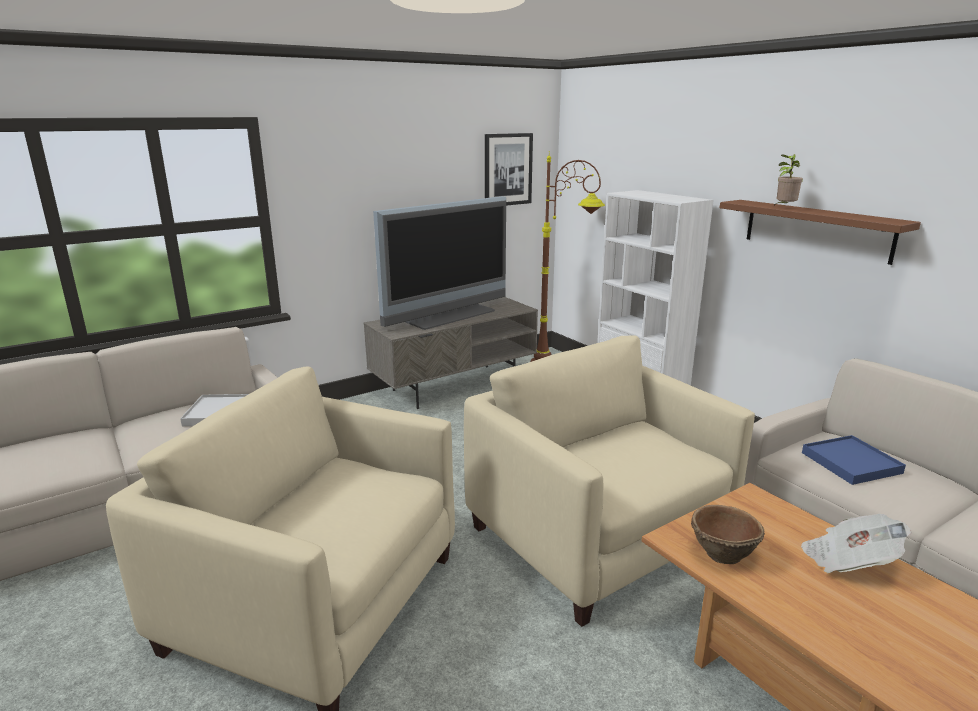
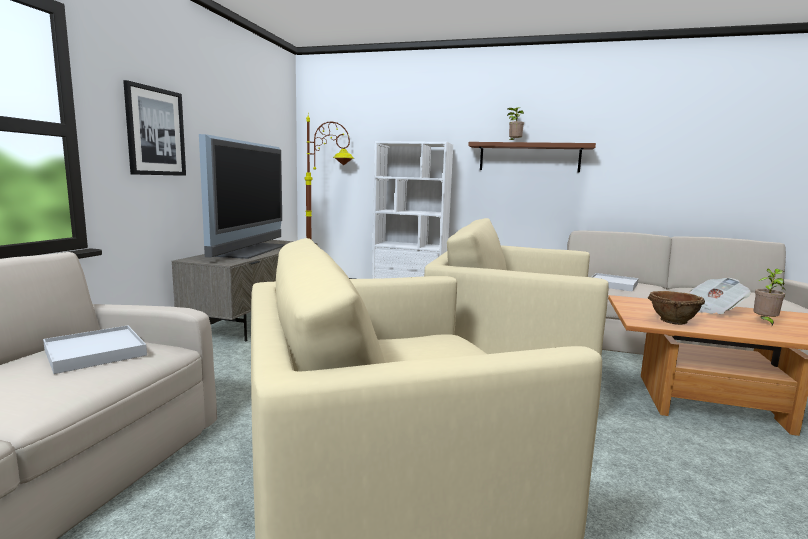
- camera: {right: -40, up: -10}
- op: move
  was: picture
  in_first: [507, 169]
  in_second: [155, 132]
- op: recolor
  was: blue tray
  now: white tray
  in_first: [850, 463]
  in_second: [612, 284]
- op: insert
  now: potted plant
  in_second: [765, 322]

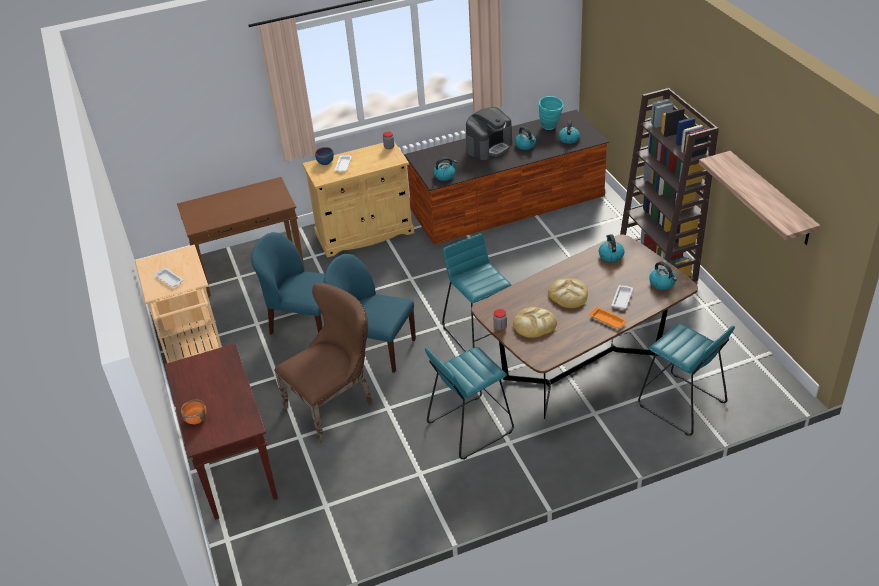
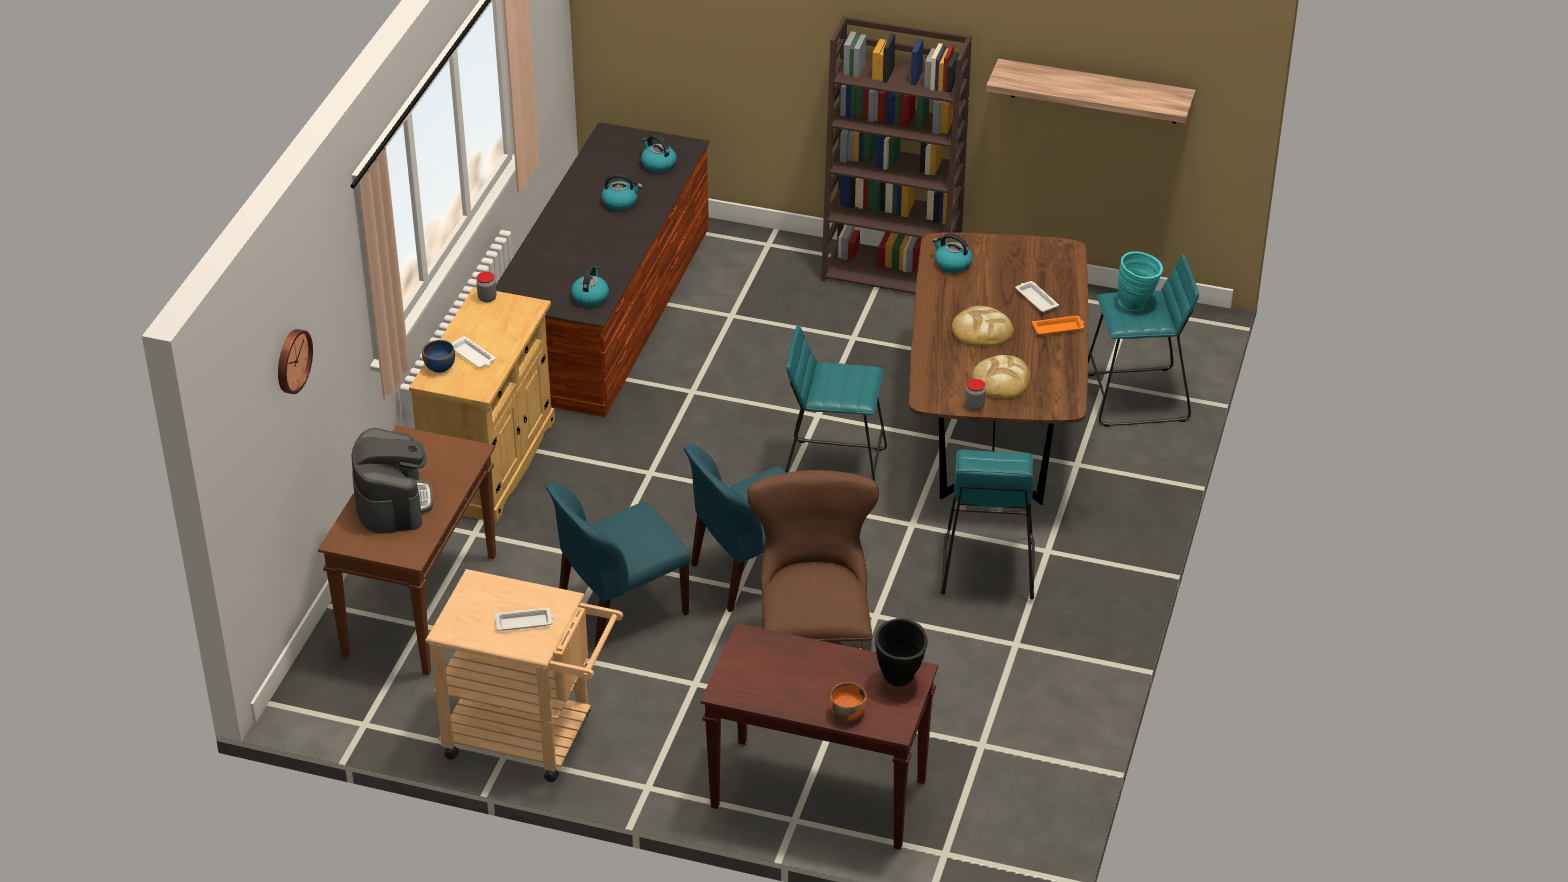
- camera: {right: -55, up: 0}
- op: move
  was: turquoise vase
  in_first: [551, 127]
  in_second: [1137, 304]
- op: move
  was: coffee machine
  in_first: [489, 146]
  in_second: [393, 502]
- op: delete
  was: kettle
  in_first: [662, 283]
- op: insert
  now: wall clock
  in_second: [291, 360]
- op: insert
  now: black vase
  in_second: [900, 681]

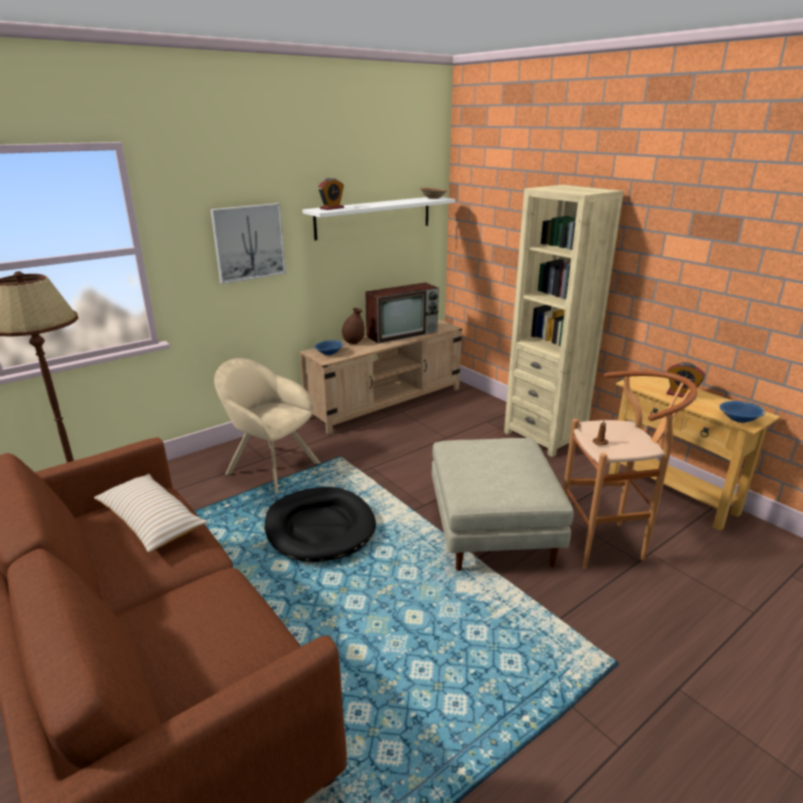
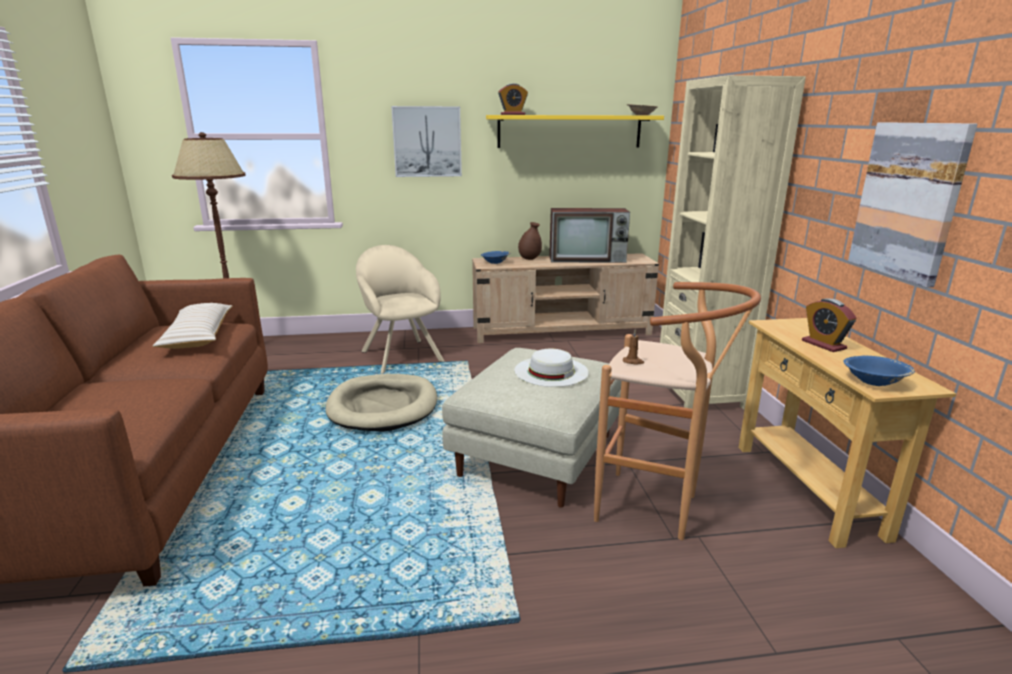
- camera: {right: 30, up: -5}
- op: recolor
  was: white shelf
  now: yellow shelf
  in_first: [374, 217]
  in_second: [569, 131]
- op: recolor
  was: black dog bed
  now: beige dog bed
  in_first: [320, 528]
  in_second: [383, 406]
- op: insert
  now: picture
  in_second: [908, 201]
- op: insert
  now: white hat
  in_second: [551, 371]

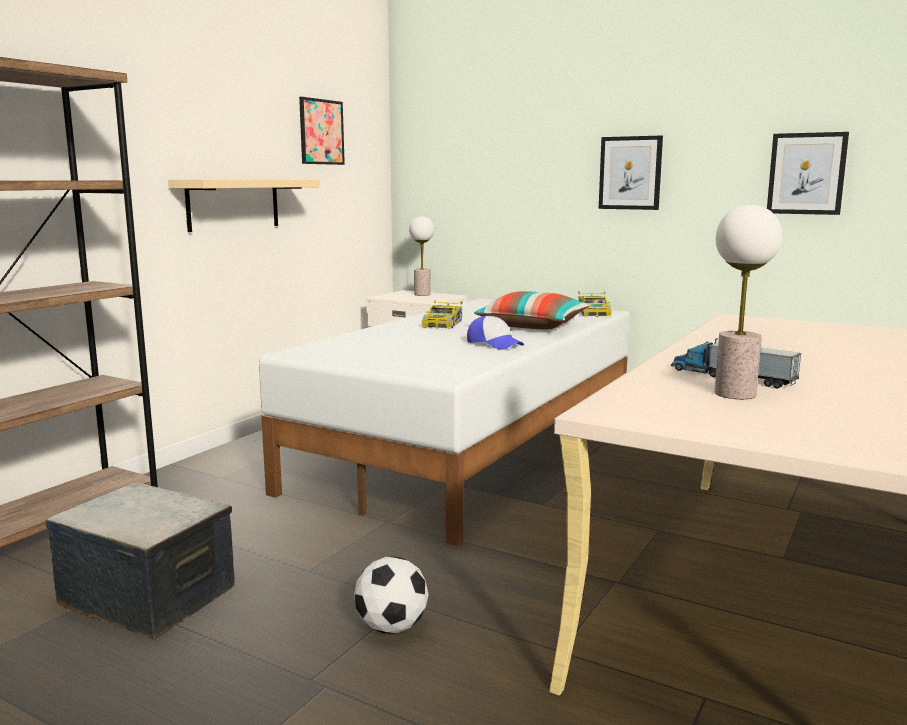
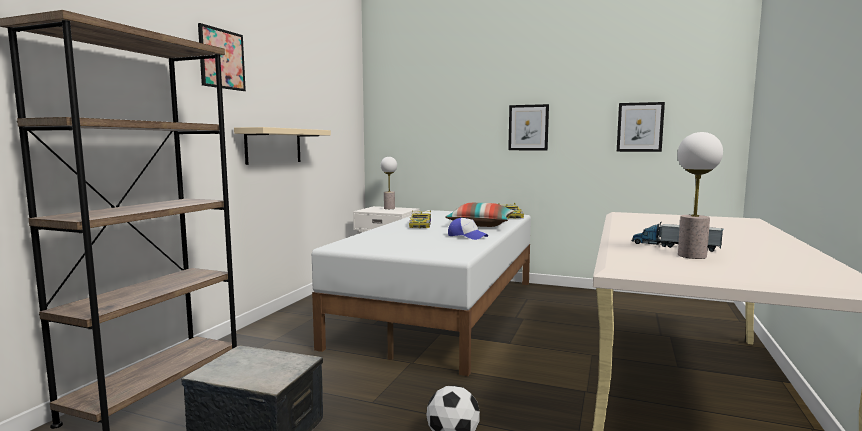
- camera: {right: -10, up: -5}
- op: move
  was: picture
  in_first: [321, 132]
  in_second: [222, 59]

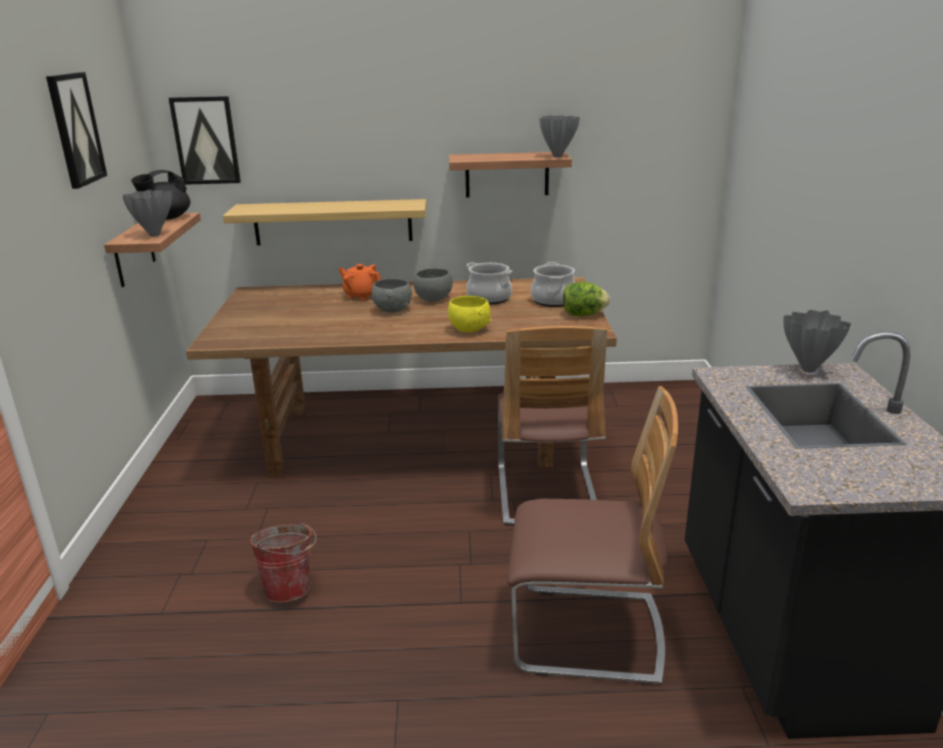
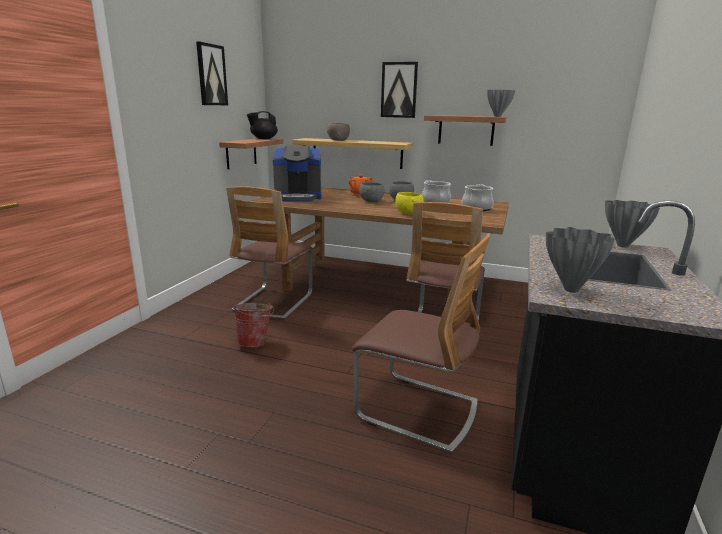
- camera: {right: 20, up: -5}
- op: move
  was: picture
  in_first: [206, 140]
  in_second: [399, 90]
- op: move
  was: grey vase
  in_first: [155, 234]
  in_second: [571, 289]
- op: delete
  was: lettuce
  in_first: [583, 315]
- op: insert
  now: grey bowl
  in_second: [338, 140]
- op: insert
  now: coffee machine
  in_second: [298, 197]
- op: insert
  now: chair
  in_second: [273, 302]

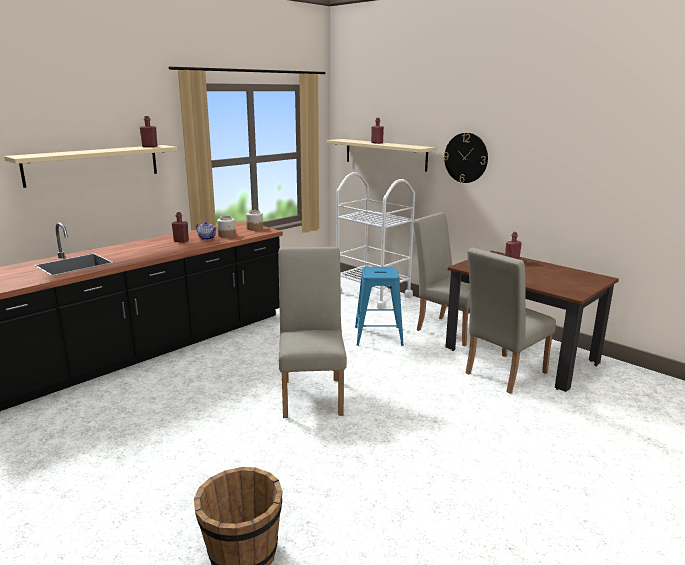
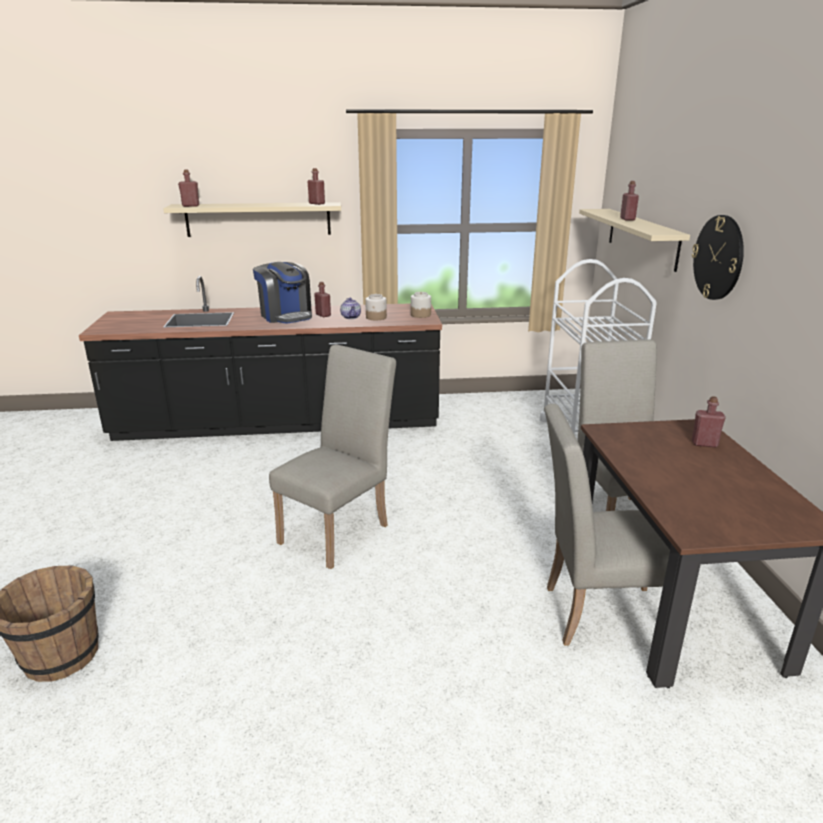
- camera: {right: 40, up: 5}
- op: delete
  was: blue stool
  in_first: [378, 336]
- op: insert
  now: red bottle
  in_second: [191, 206]
- op: insert
  now: coffee machine
  in_second: [286, 316]

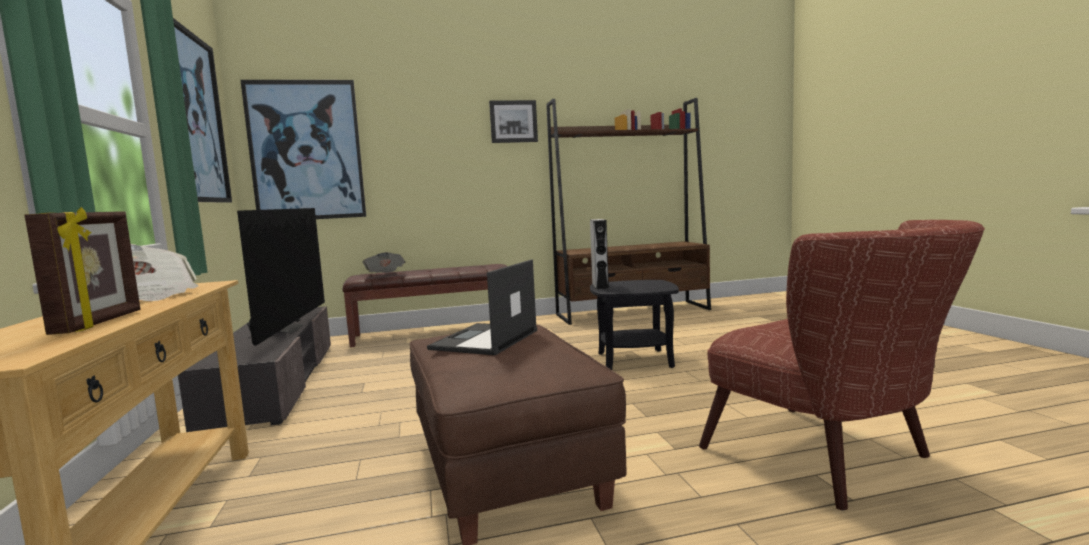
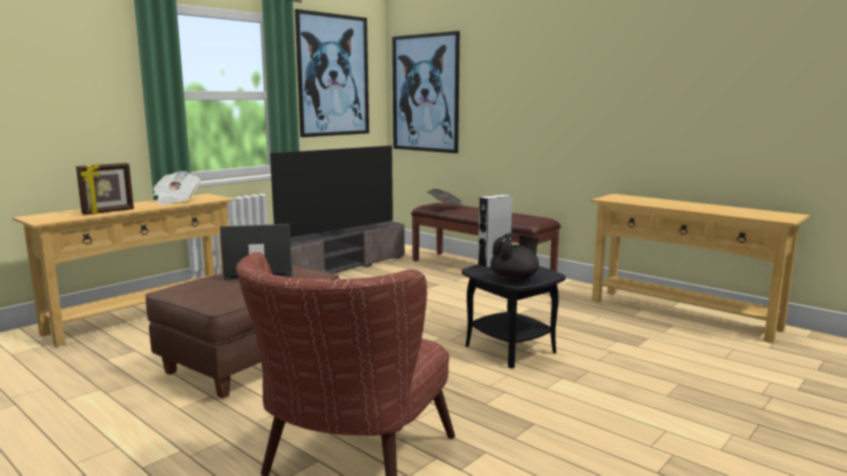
- camera: {right: 55, up: 5}
- op: replace
  was: brown bookcase
  now: beige console table
  in_first: [633, 312]
  in_second: [682, 314]
- op: delete
  was: picture
  in_first: [513, 121]
- op: insert
  now: black teapot
  in_second: [514, 279]

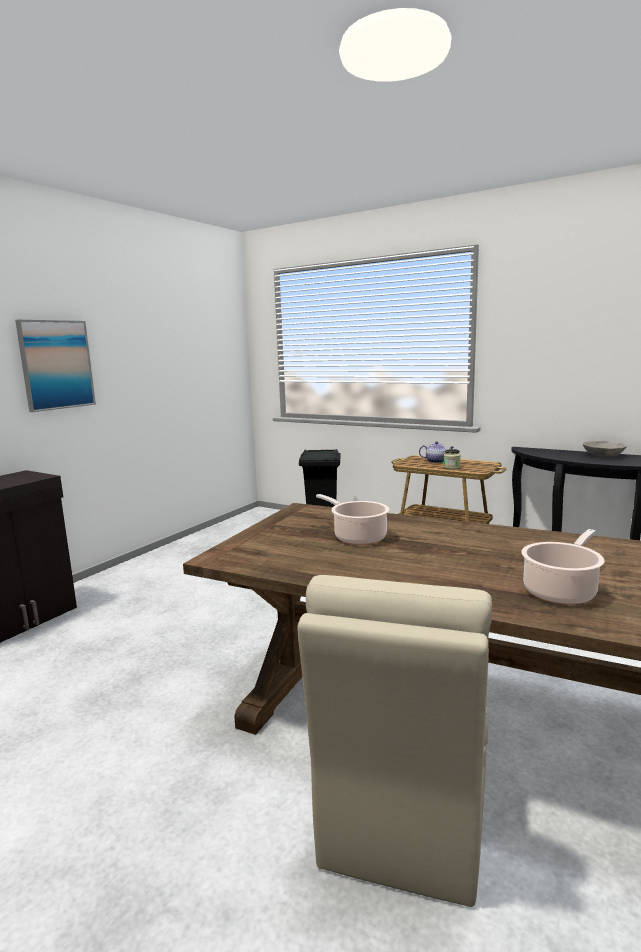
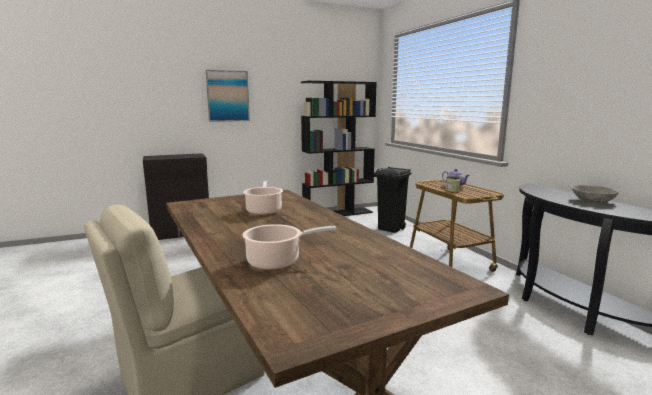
- camera: {right: 35, up: 0}
- op: insert
  now: black bookcase
  in_second: [338, 213]

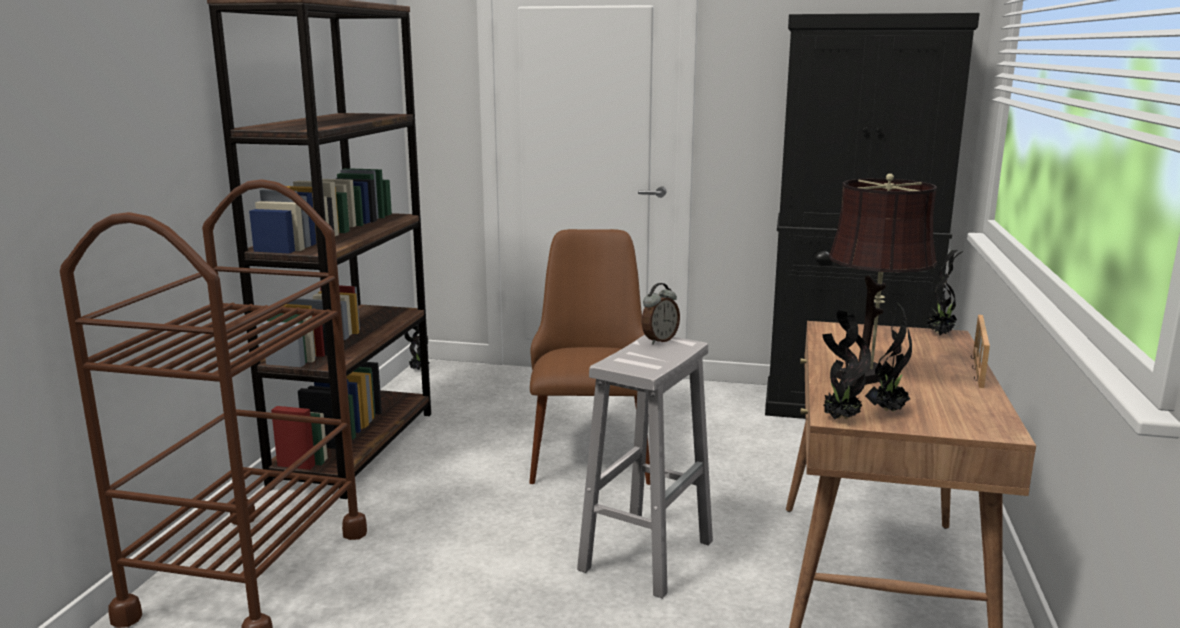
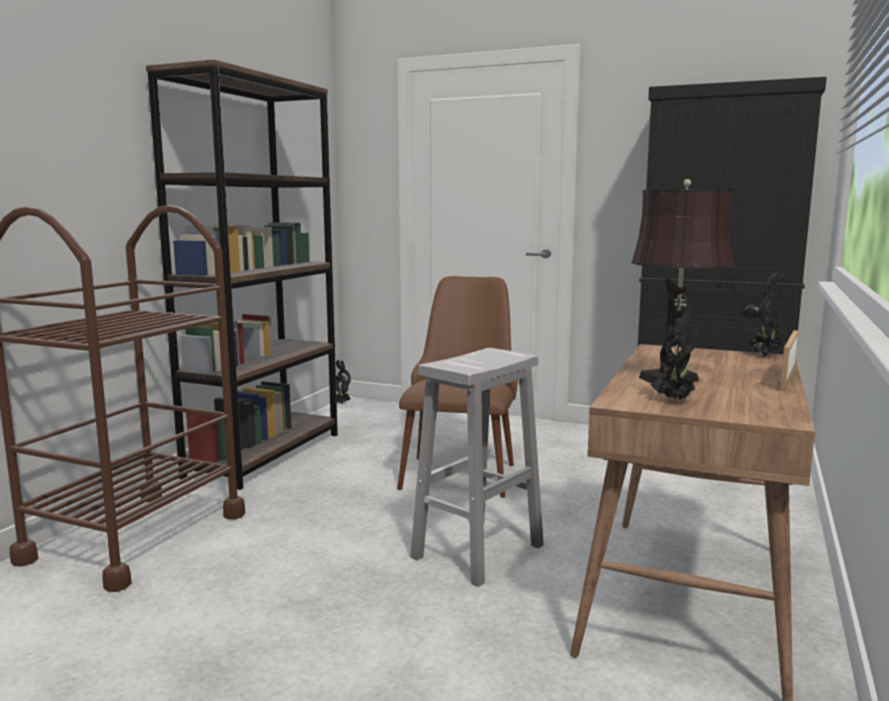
- camera: {right: 10, up: -5}
- op: delete
  was: alarm clock
  in_first: [659, 340]
- op: delete
  was: potted plant
  in_first: [839, 419]

